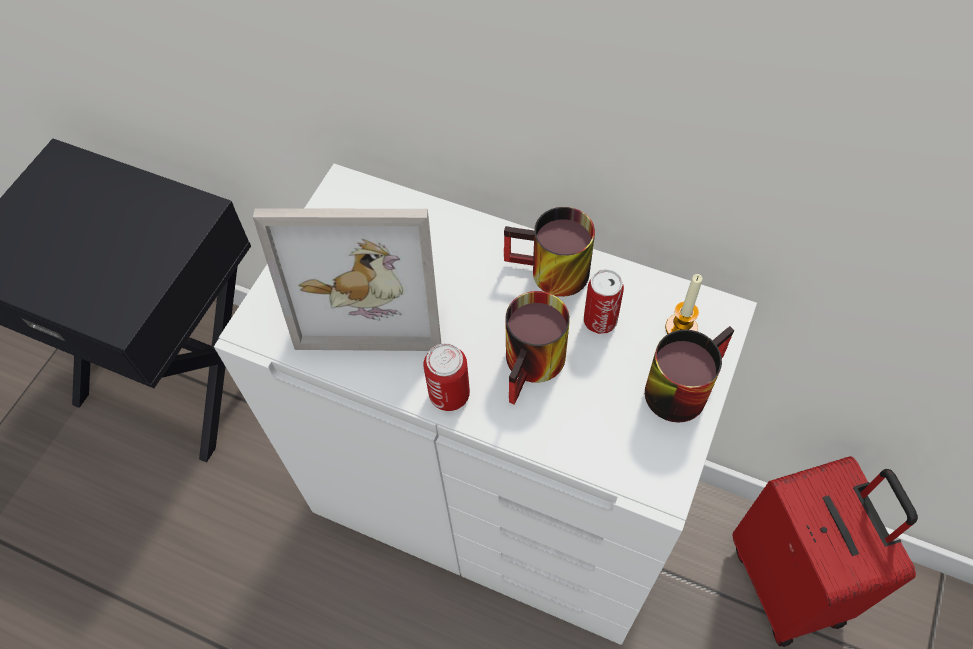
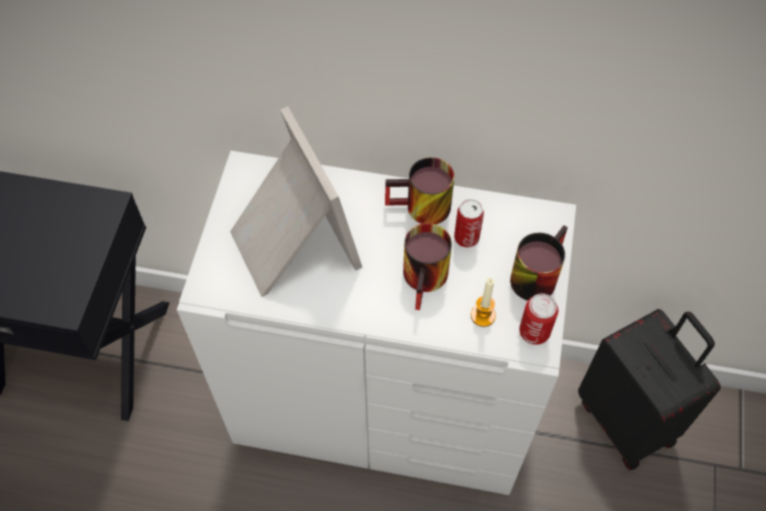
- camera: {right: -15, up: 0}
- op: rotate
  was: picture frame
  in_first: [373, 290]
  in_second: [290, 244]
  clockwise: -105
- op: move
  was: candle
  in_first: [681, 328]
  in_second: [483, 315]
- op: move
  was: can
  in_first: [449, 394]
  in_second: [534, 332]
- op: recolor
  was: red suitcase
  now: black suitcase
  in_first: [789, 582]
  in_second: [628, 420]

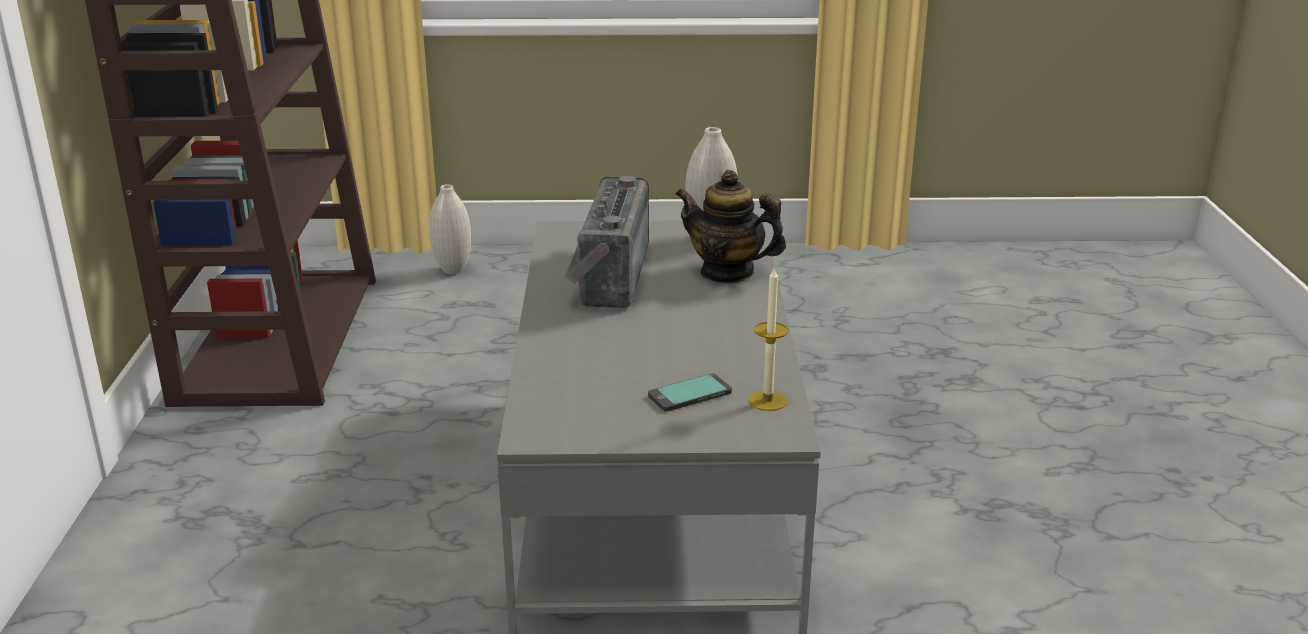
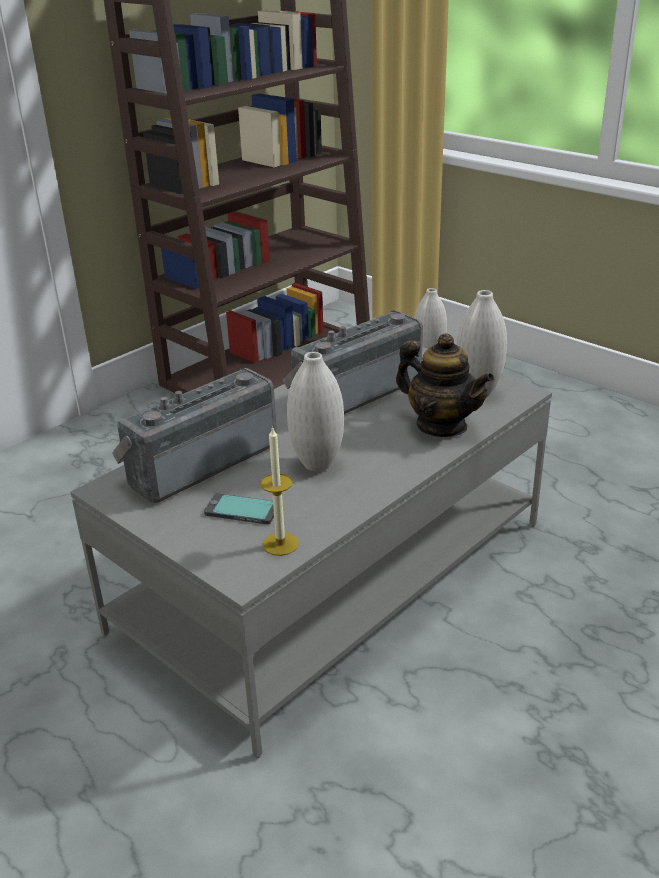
- camera: {right: 45, up: 5}
- op: rotate
  was: teapot
  in_first: [727, 272]
  in_second: [441, 426]
  clockwise: 150
- op: insert
  now: white vase
  in_second: [317, 464]
- op: insert
  now: radio
  in_second: [200, 462]

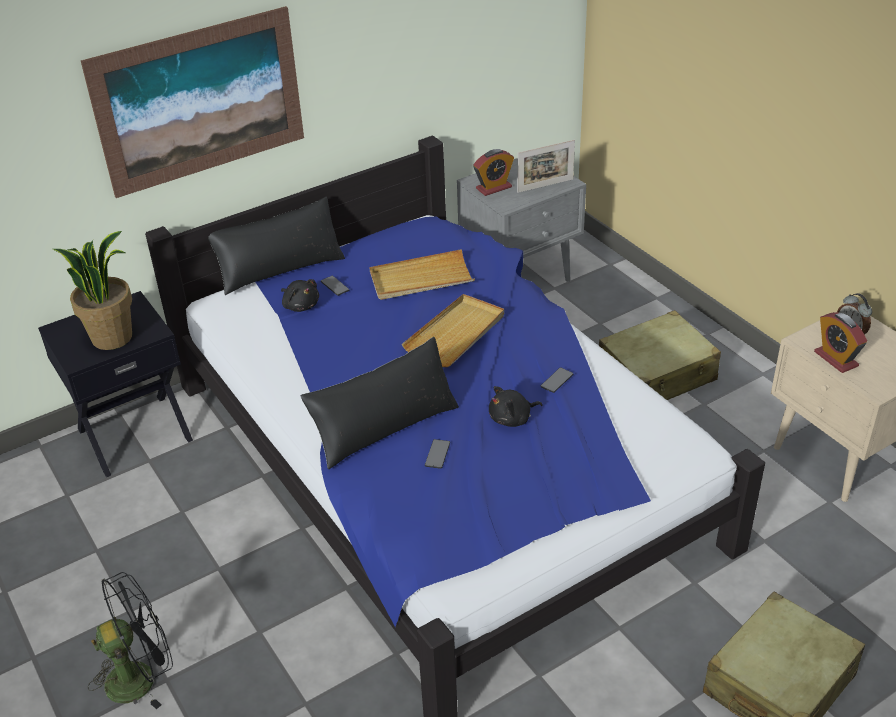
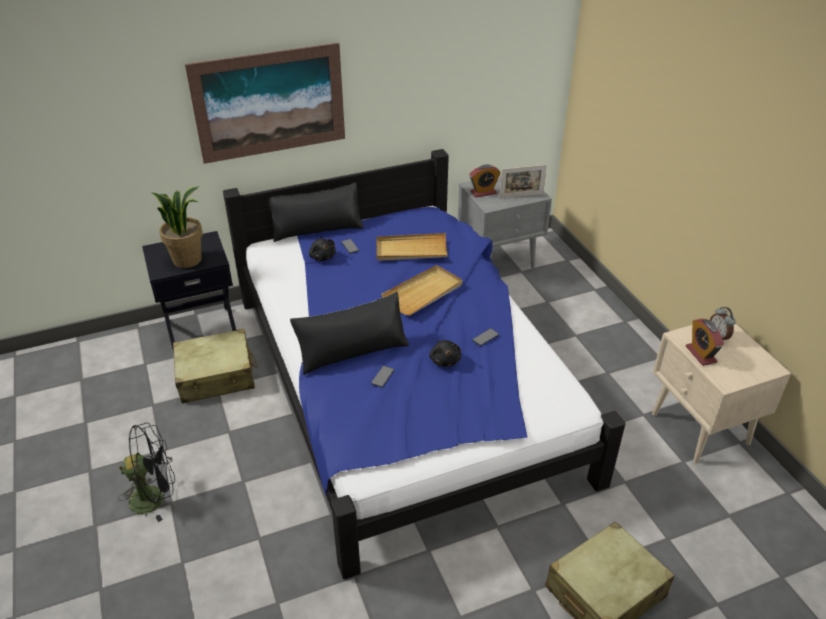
- camera: {right: 10, up: 0}
- op: move
  was: beige suitcase
  in_first: [657, 374]
  in_second: [216, 376]
- op: rotate
  was: black plush toy
  in_first: [512, 419]
  in_second: [445, 360]
  clockwise: -90

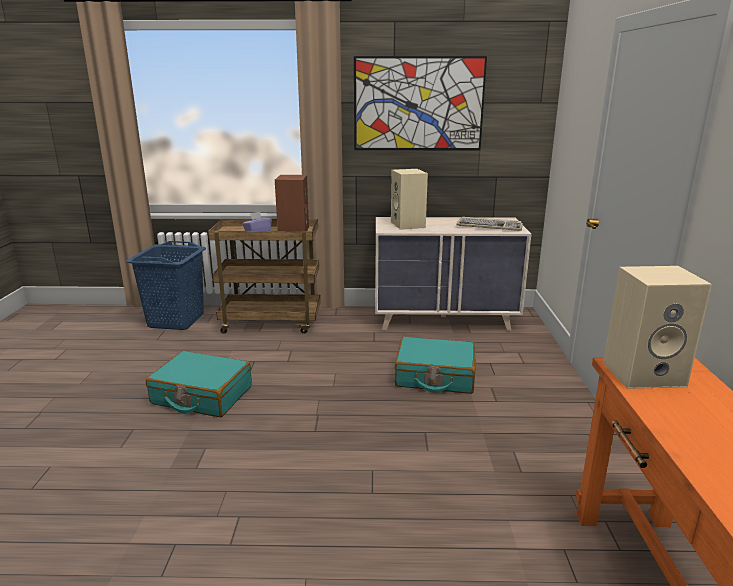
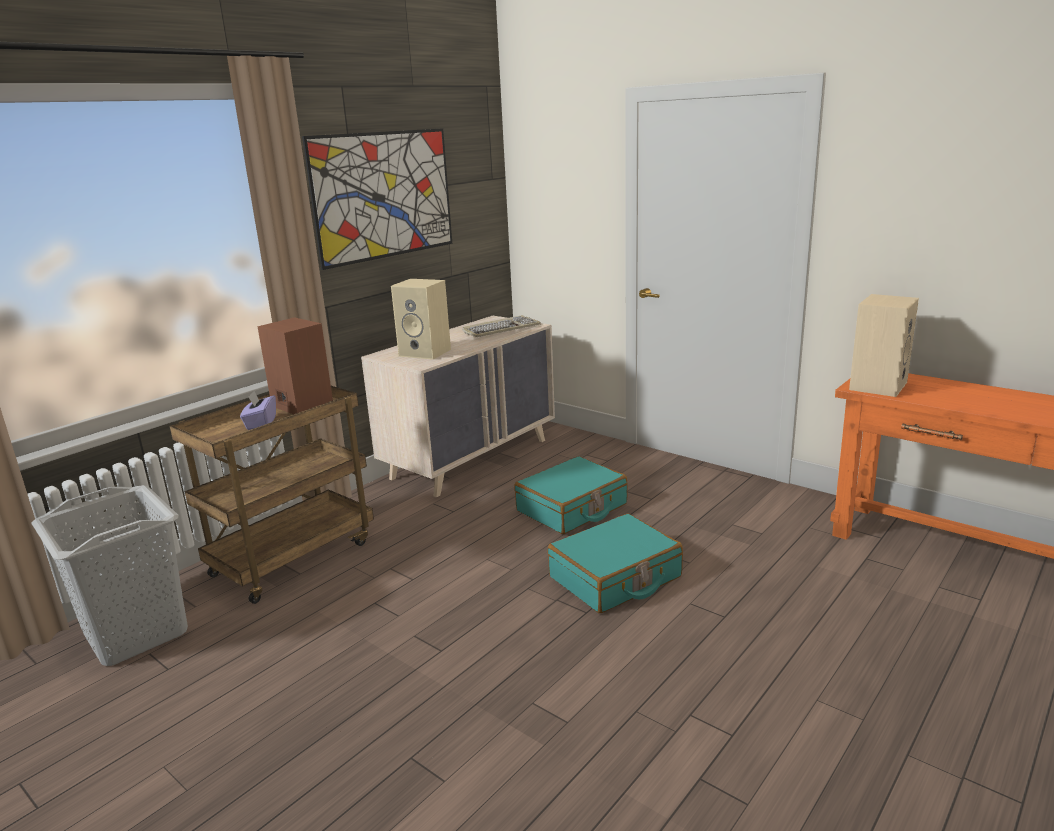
- camera: {right: -50, up: 0}
- op: recolor
  was: blue laundry basket
  now: grey laundry basket
  in_first: [176, 320]
  in_second: [137, 632]
- op: move
  was: turquoise suitcase
  in_first: [202, 395]
  in_second: [615, 578]

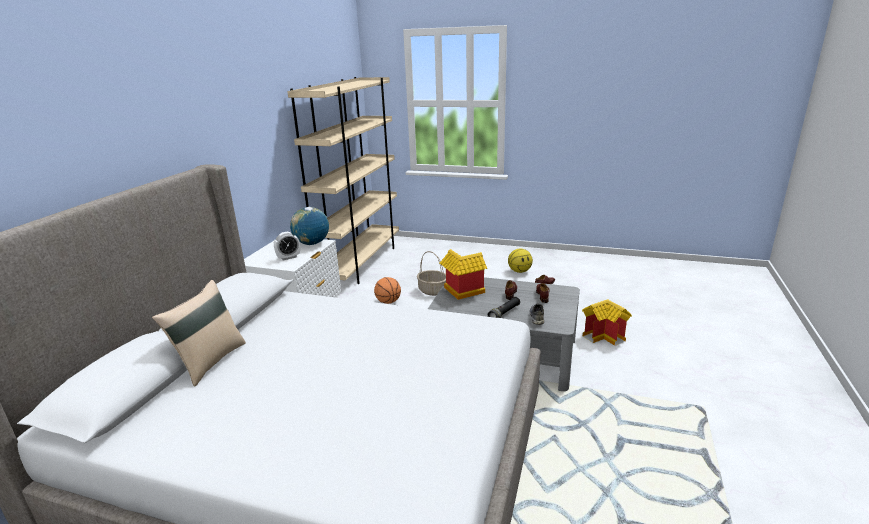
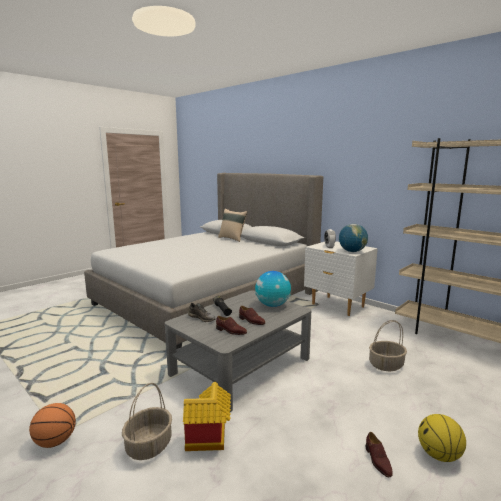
- camera: {right: 115, up: -10}
- op: replace
  was: toy house
  now: globe
  in_first: [461, 292]
  in_second: [272, 305]
- op: move
  was: basketball
  in_first: [388, 302]
  in_second: [55, 442]
- op: insert
  now: basket
  in_second: [149, 446]

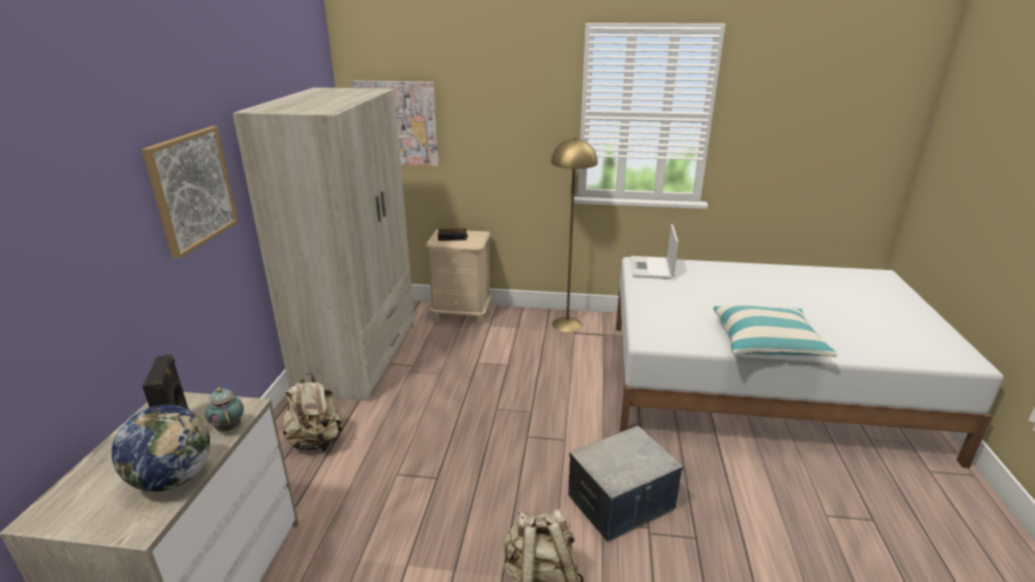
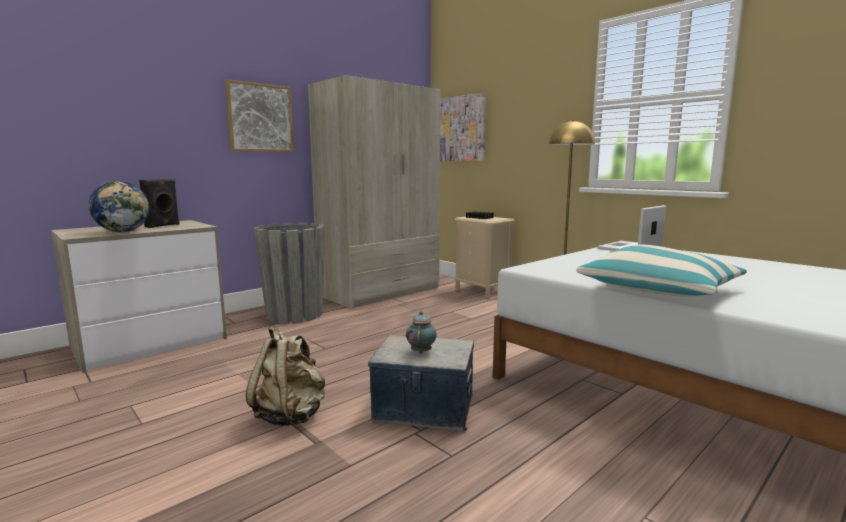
- camera: {right: 40, up: -15}
- op: replace
  was: beige backpack
  now: grey planter
  in_first: [317, 442]
  in_second: [294, 314]
- op: move
  was: teapot
  in_first: [229, 427]
  in_second: [421, 351]

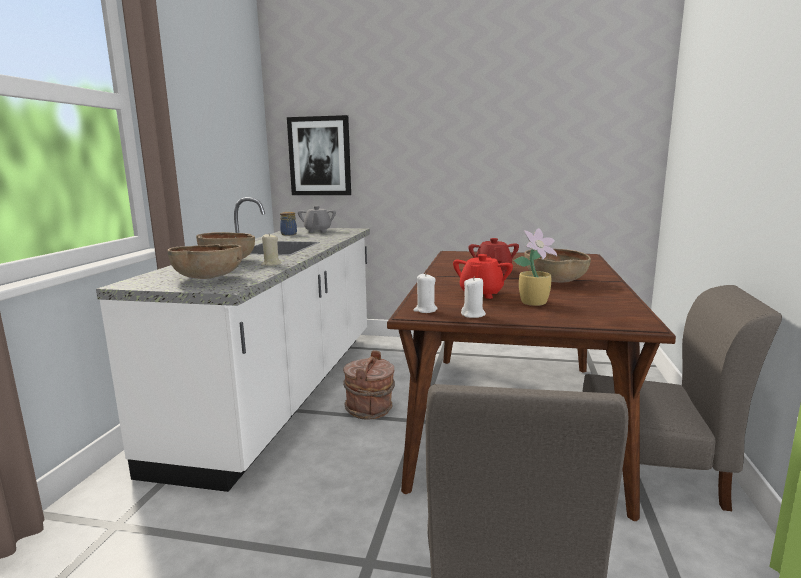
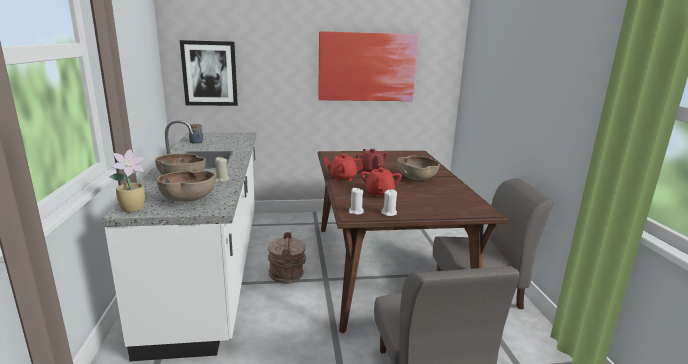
- camera: {right: -20, up: 5}
- op: delete
  was: grey teapot
  in_first: [317, 231]
- op: move
  was: potted plant
  in_first: [535, 302]
  in_second: [134, 208]
- op: insert
  now: picture
  in_second: [367, 67]
- op: insert
  now: red teapot
  in_second: [343, 178]

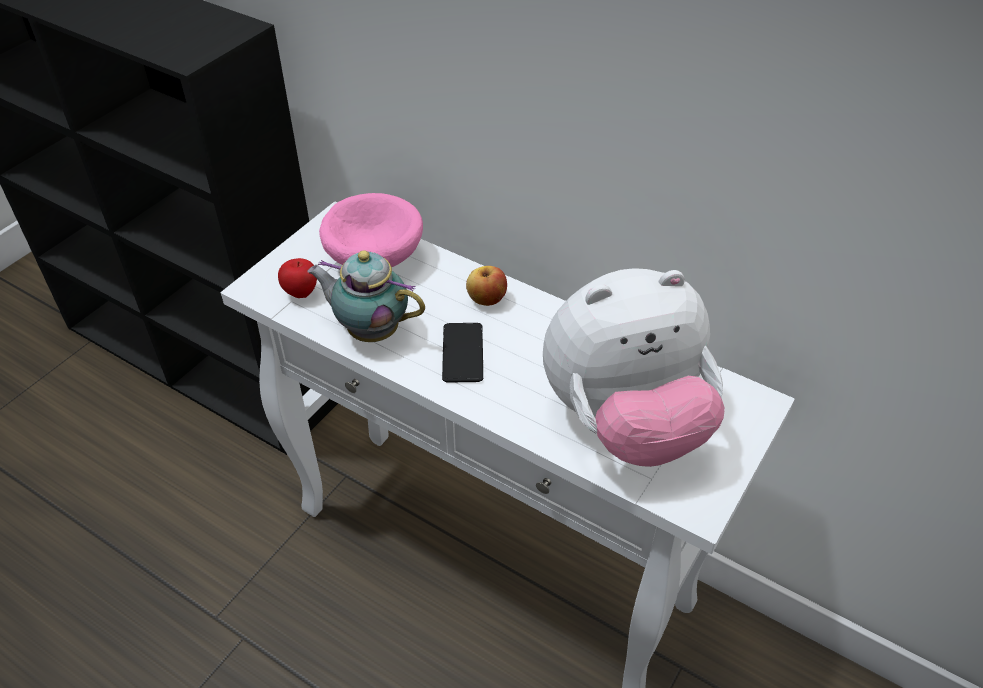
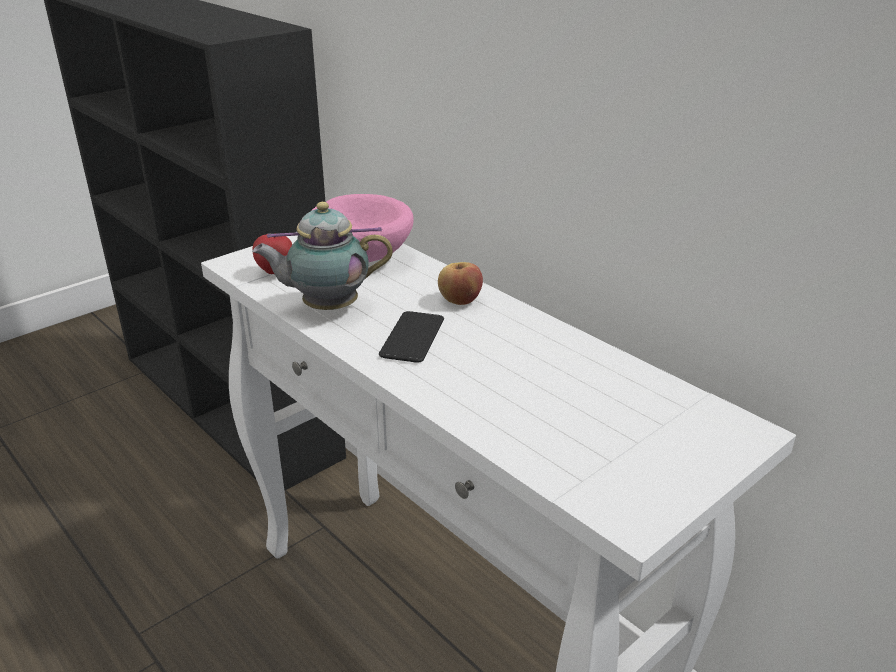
- camera: {right: 15, up: -15}
- op: rotate
  was: teapot
  in_first: [370, 330]
  in_second: [326, 308]
  clockwise: -45
- op: delete
  was: plush toy
  in_first: [625, 423]

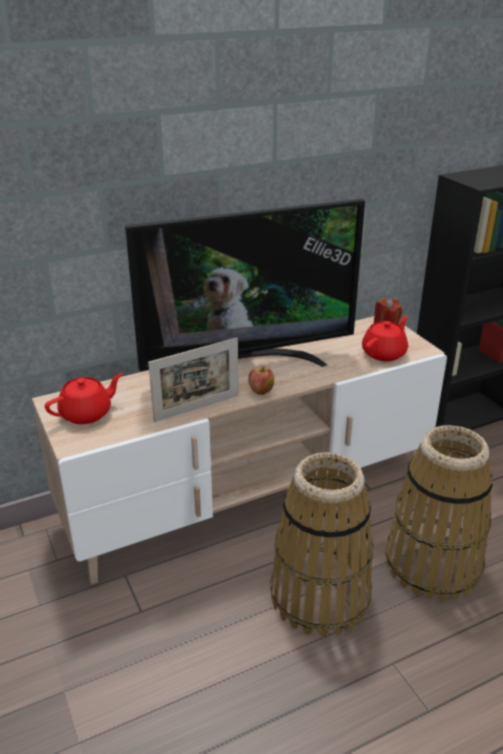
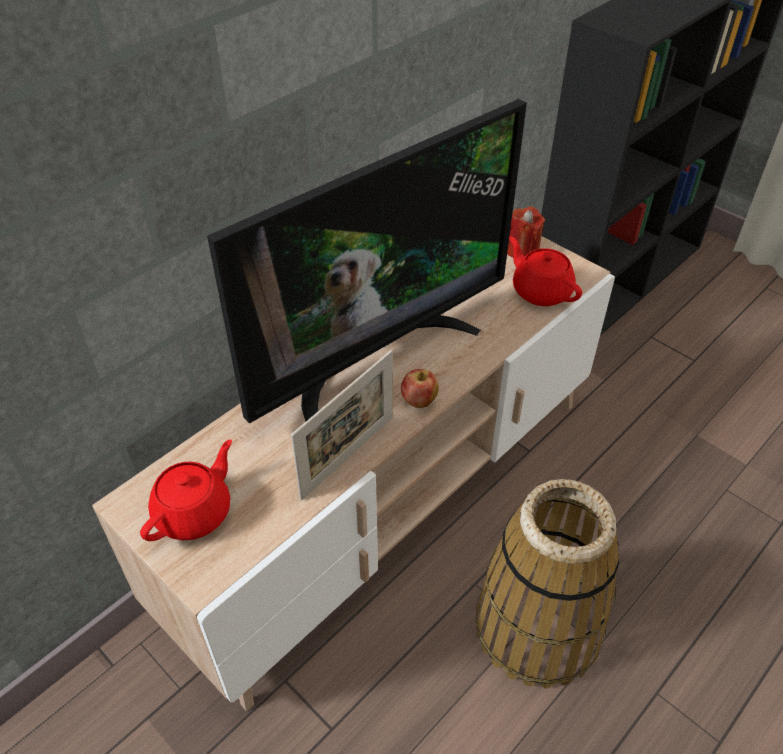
- camera: {right: -20, up: 15}
- op: rotate
  was: red teapot
  in_first: [384, 353]
  in_second: [541, 291]
  clockwise: -60
- op: delete
  was: basket
  in_first: [432, 563]

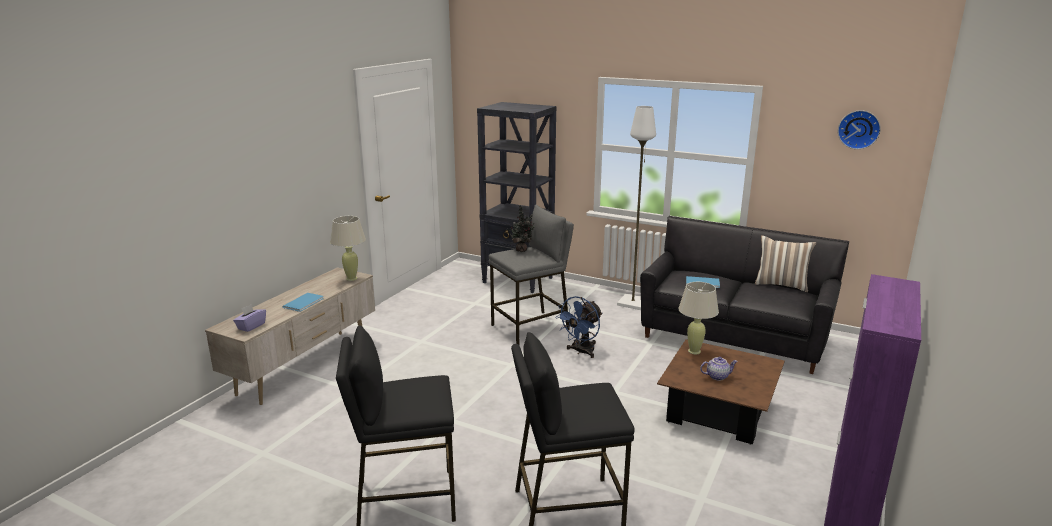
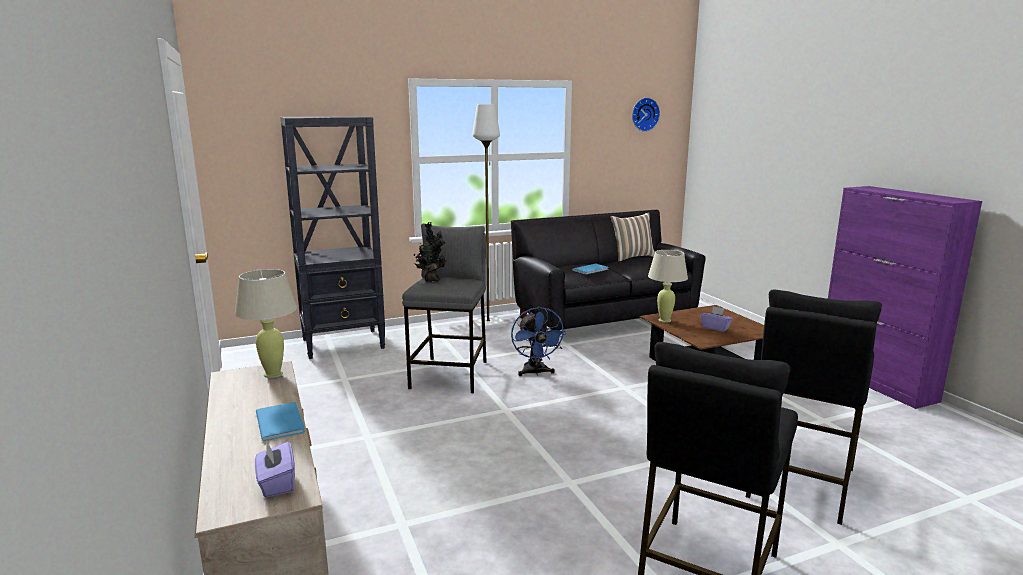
- camera: {right: -50, up: -5}
- op: replace
  was: teapot
  now: purple tissue box
  in_first: [717, 376]
  in_second: [715, 328]

